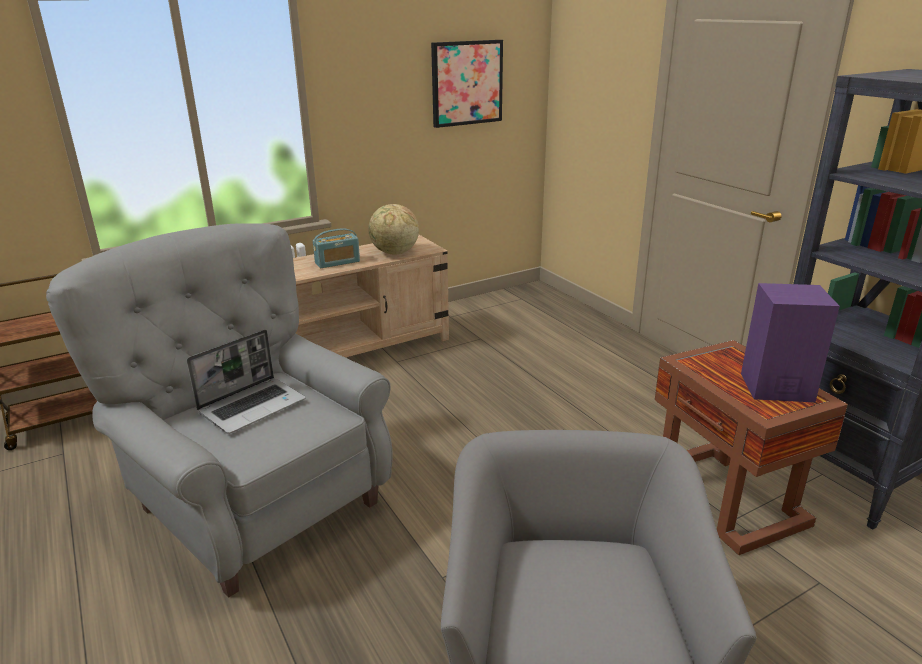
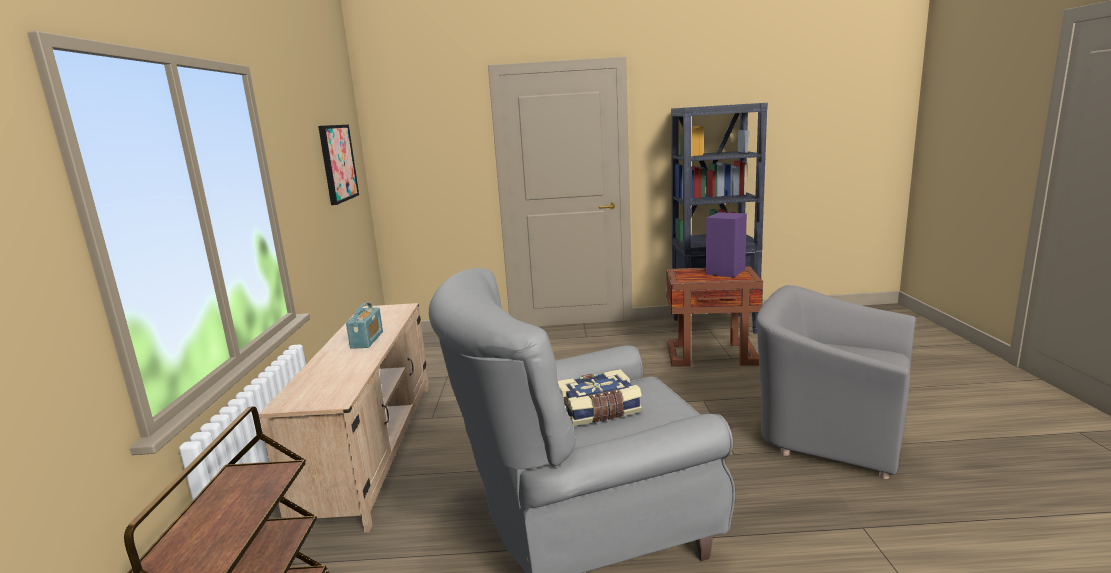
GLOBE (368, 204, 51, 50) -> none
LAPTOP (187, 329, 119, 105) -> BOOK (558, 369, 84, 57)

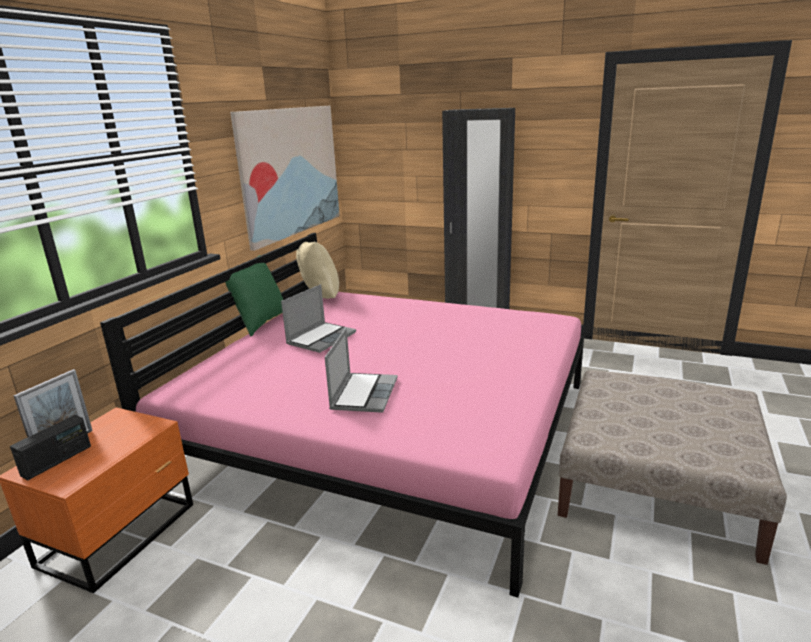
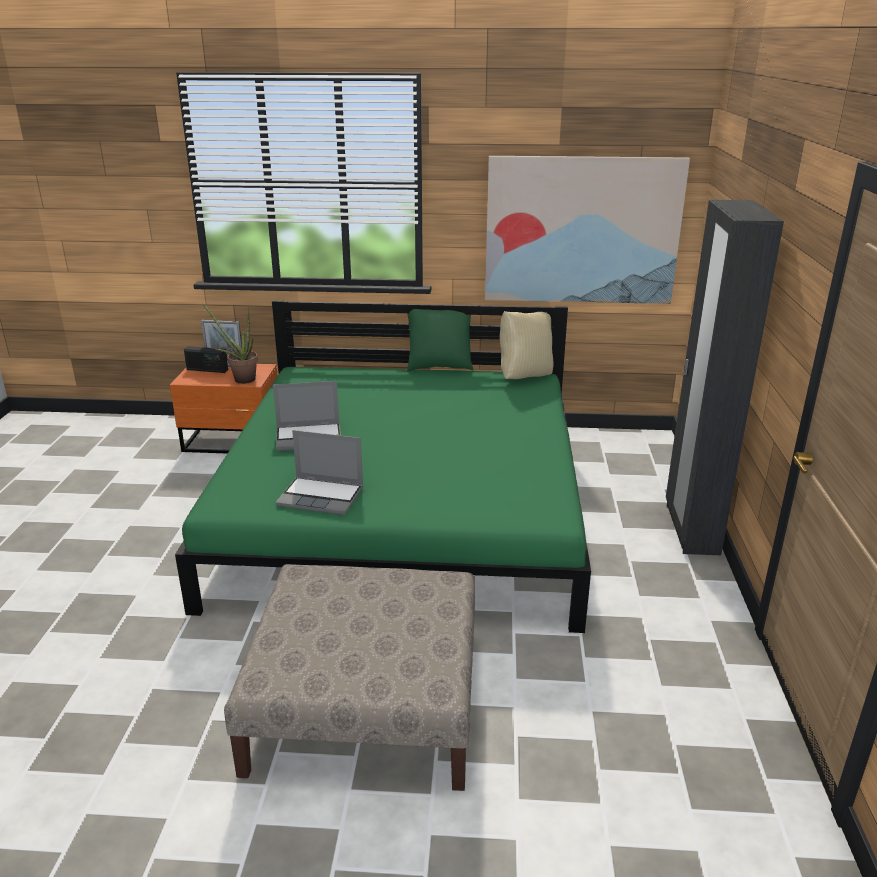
PINK BED (100, 233, 484, 365) -> GREEN BED (175, 300, 416, 333)
LAPTOP (281, 284, 75, 69) -> LAPTOP (275, 430, 88, 85), shifted
none -> POTTED PLANT (203, 304, 55, 80)

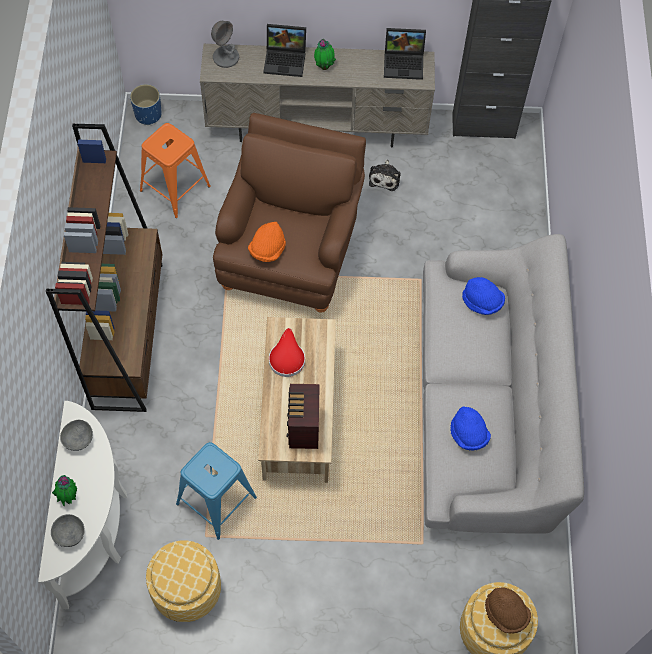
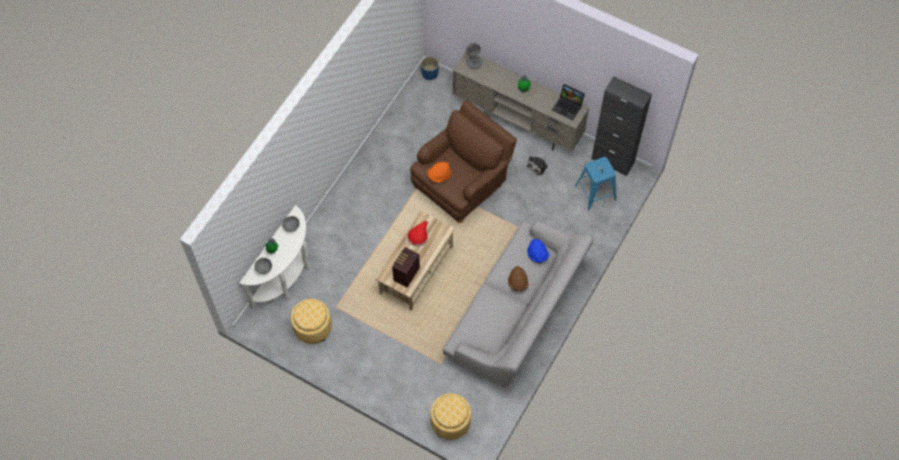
LAPTOP (263, 24, 43, 53) -> none
ORANGE STOOL (140, 123, 71, 95) -> none
BROWN BOOKCASE (46, 124, 117, 288) -> none
BLUE HAT (451, 406, 40, 45) -> none
BLUE STOOL (176, 442, 81, 98) -> BLUE STOOL (575, 157, 41, 53), shifted
BROWN HAT (485, 588, 46, 45) -> BROWN HAT (508, 266, 21, 25), shifted

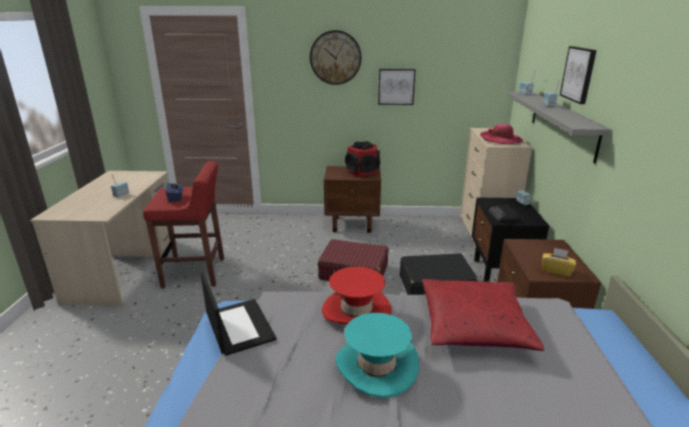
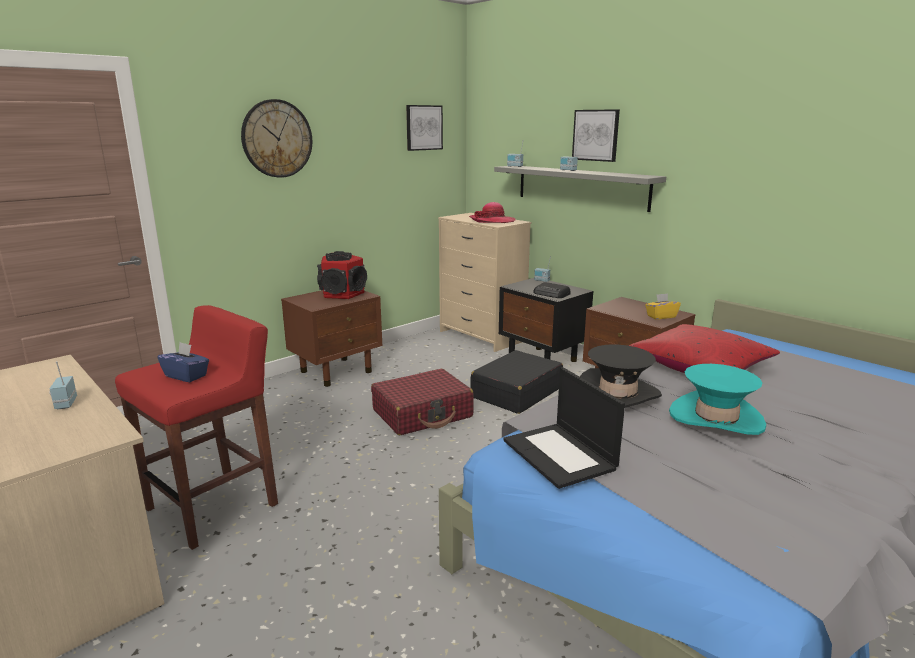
PICTURE (378, 69, 38, 36) -> PICTURE (406, 105, 37, 46), shifted
RED HAT (322, 267, 70, 58) -> BLACK HAT (580, 344, 82, 64)
LAPTOP (200, 271, 76, 85) -> LAPTOP (504, 367, 121, 122), 135 degrees counterclockwise

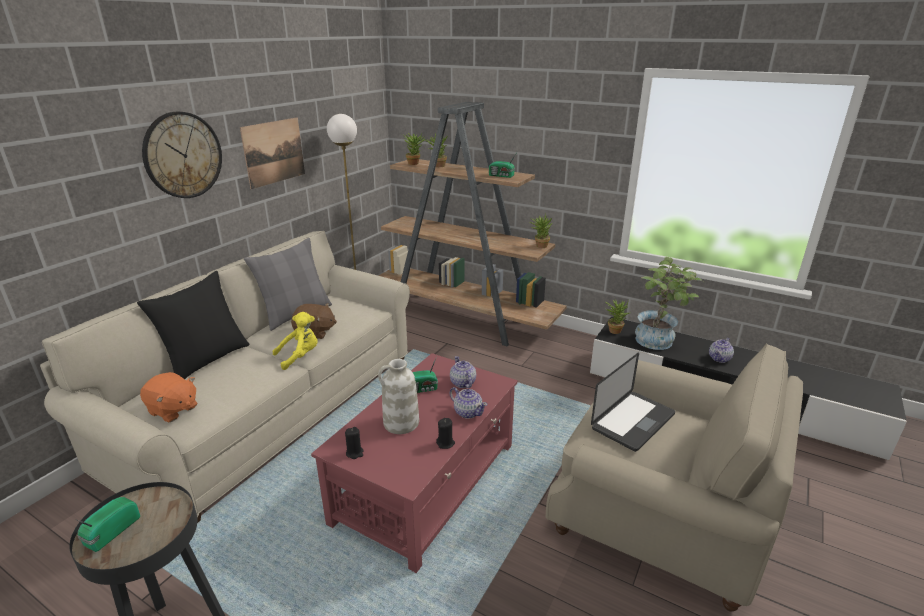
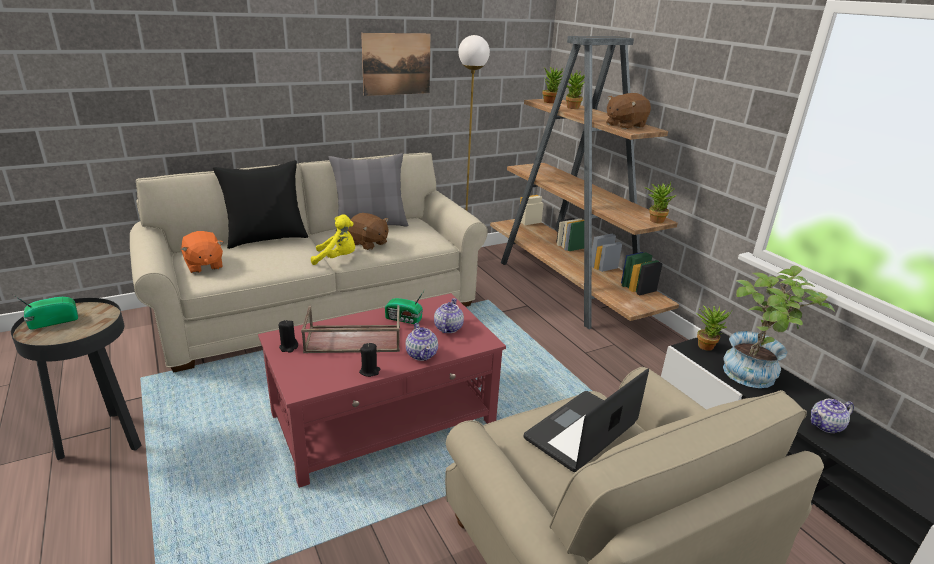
WALL CLOCK (142, 111, 80, 87) -> none
RADIO (489, 152, 28, 26) -> BROWN PLUSH TOY (606, 93, 45, 36)
LAPTOP (591, 353, 84, 99) -> LAPTOP (524, 369, 125, 103), 150 degrees clockwise
WHITE VASE (378, 359, 41, 75) -> BROWN TRAY (301, 305, 99, 48)

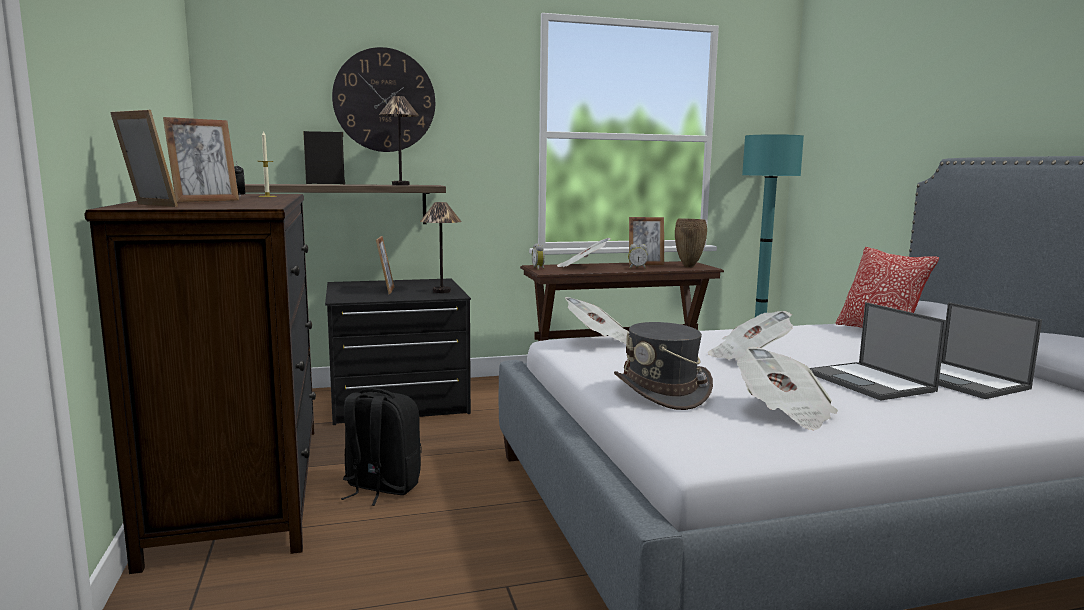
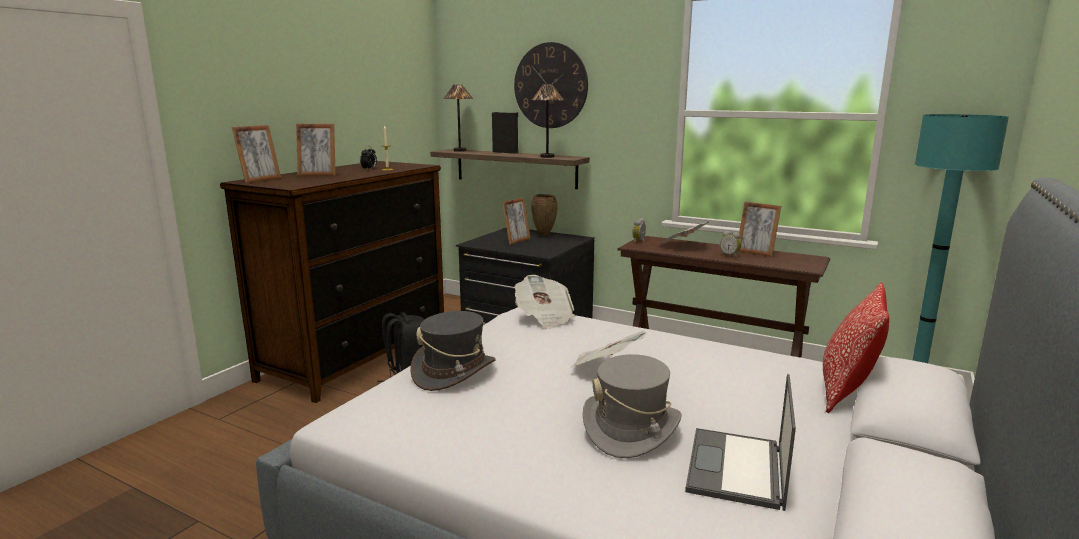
PICTURE FRAME (110, 110, 68, 97) -> PICTURE FRAME (232, 125, 49, 58), 45 degrees clockwise
TABLE LAMP (420, 202, 42, 91) -> TABLE LAMP (443, 85, 30, 67), shifted
BROWN VASE (675, 218, 32, 49) -> BROWN VASE (531, 194, 27, 42), shifted
LAPTOP (810, 302, 137, 99) -> GREY HAT (583, 354, 99, 104)
NEWSPAPER (737, 347, 101, 84) -> none

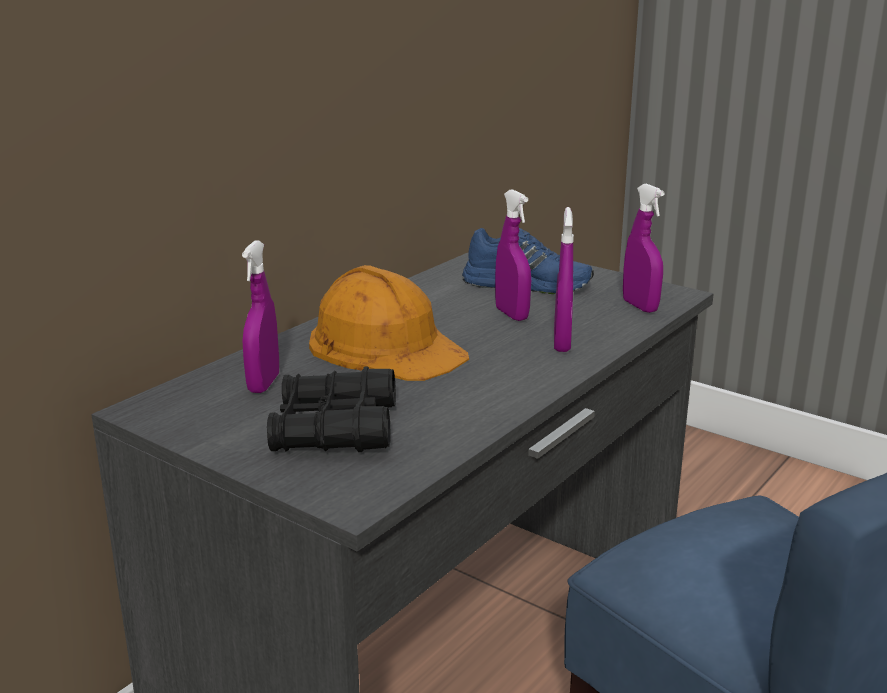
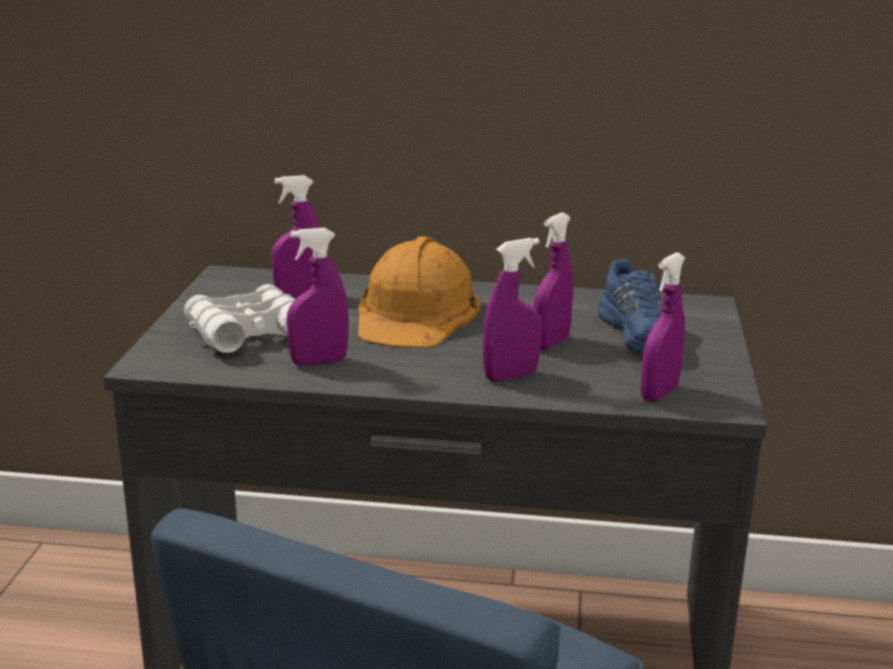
BLACK BINOCULARS (267, 367, 129, 85) -> WHITE BINOCULARS (184, 284, 112, 69)
none -> PURPLE SPRAY BOTTLE (286, 228, 63, 138)

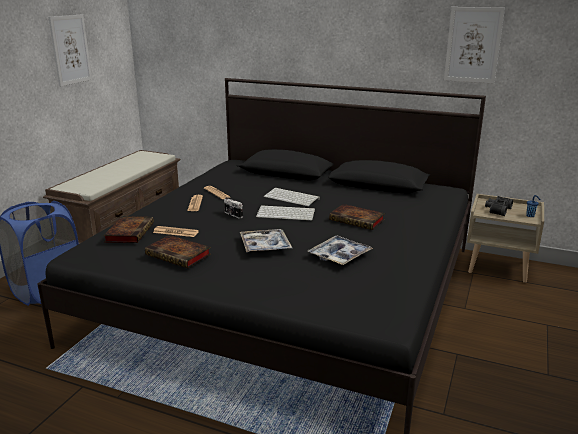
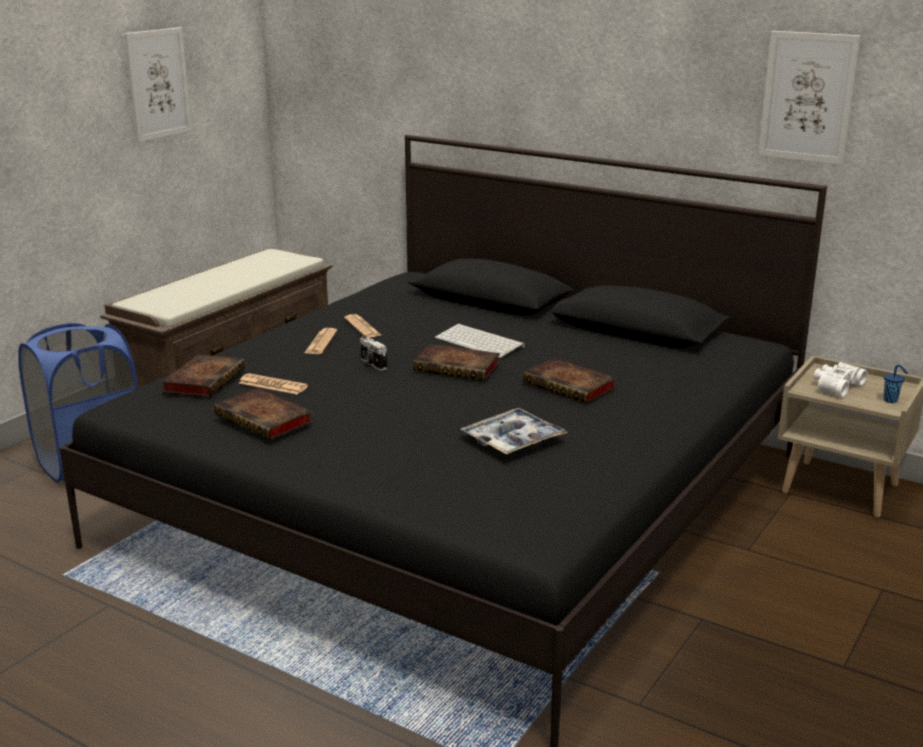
BLACK BINOCULARS (485, 196, 28, 20) -> WHITE BINOCULARS (814, 362, 54, 36)
KEYBOARD (256, 205, 59, 15) -> BOOK (413, 344, 87, 37)
TRAY (240, 229, 52, 23) -> none

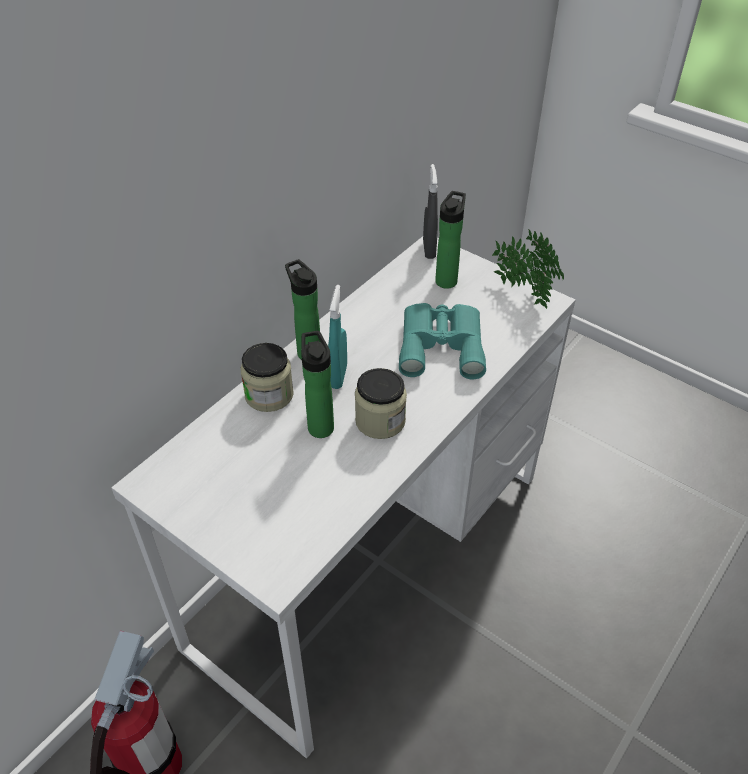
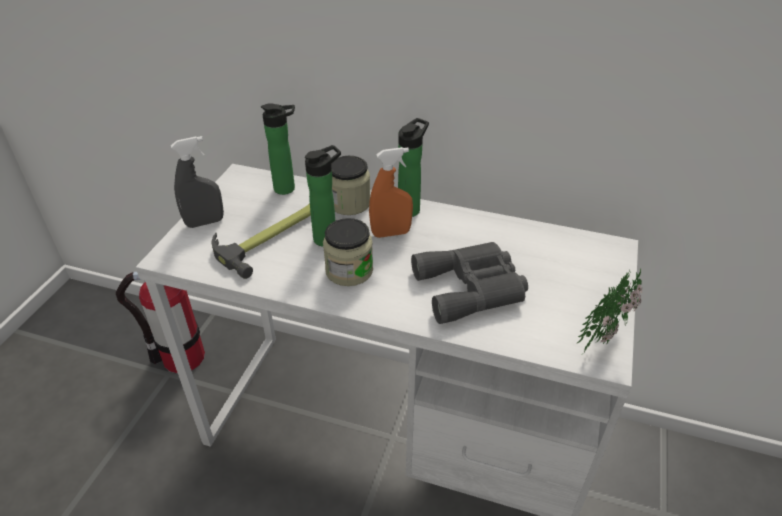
GREY SPRAY BOTTLE (423, 164, 15, 95) -> GREY SPRAY BOTTLE (171, 136, 53, 92), shifted
BOTTLE (435, 191, 31, 98) -> BOTTLE (261, 103, 34, 92), shifted
TURQUOISE SPRAY BOTTLE (328, 285, 19, 104) -> ORANGE SPRAY BOTTLE (369, 147, 44, 91)
TURQUOISE BINOCULARS (399, 303, 87, 76) -> GREY BINOCULARS (411, 242, 117, 82)
none -> HAMMER (212, 203, 99, 76)

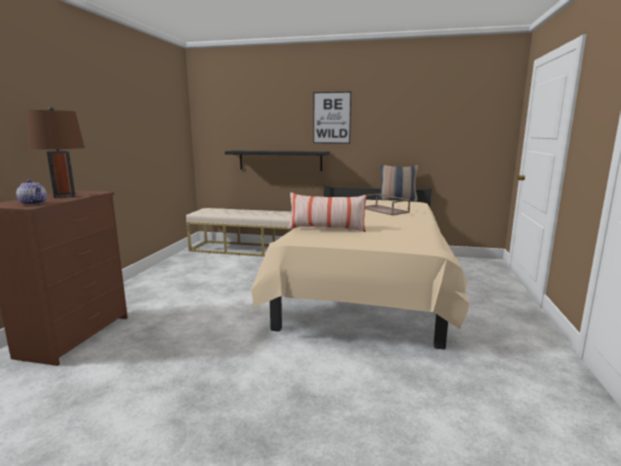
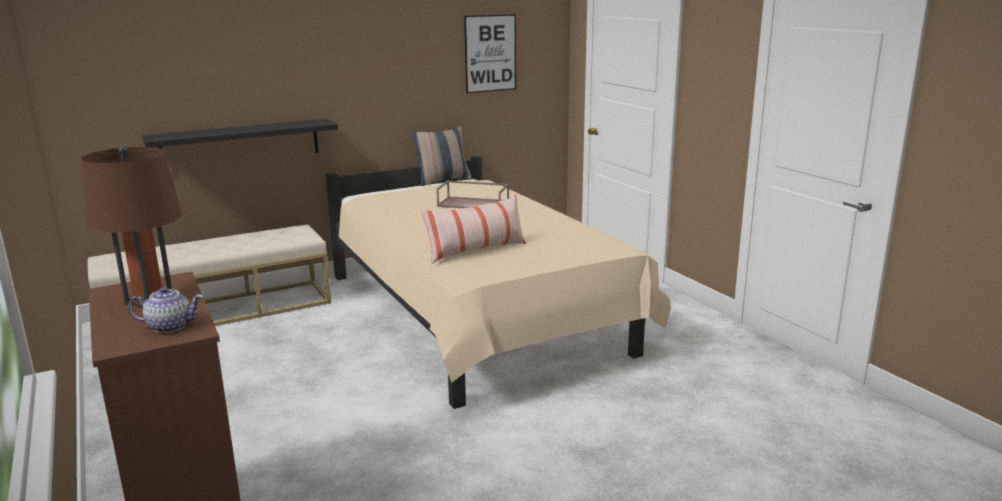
PICTURE (313, 92, 38, 52) -> PICTURE (464, 14, 52, 79), shifted

